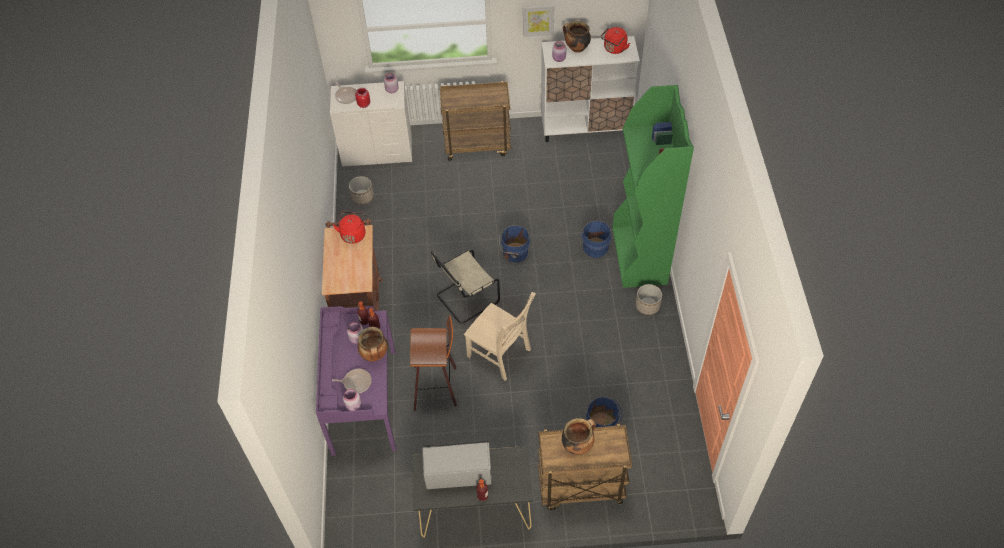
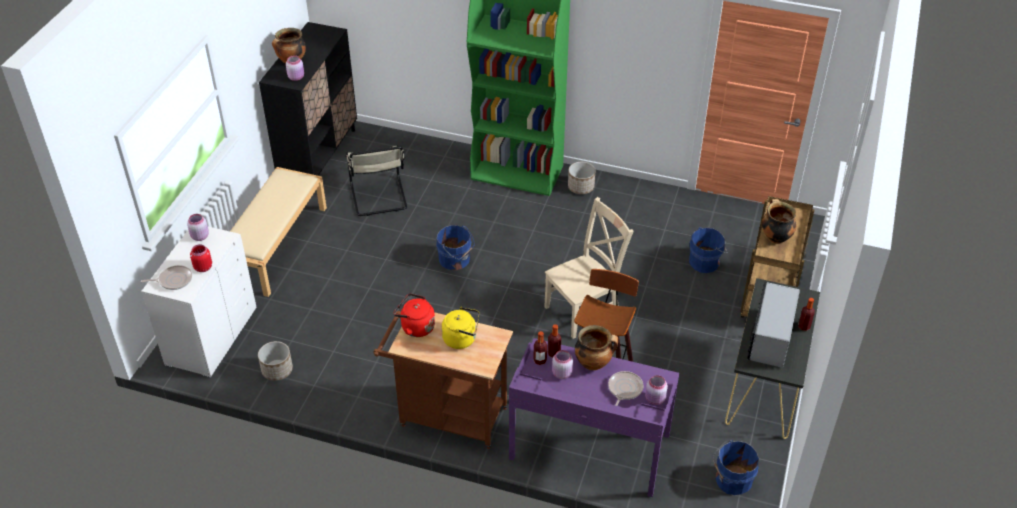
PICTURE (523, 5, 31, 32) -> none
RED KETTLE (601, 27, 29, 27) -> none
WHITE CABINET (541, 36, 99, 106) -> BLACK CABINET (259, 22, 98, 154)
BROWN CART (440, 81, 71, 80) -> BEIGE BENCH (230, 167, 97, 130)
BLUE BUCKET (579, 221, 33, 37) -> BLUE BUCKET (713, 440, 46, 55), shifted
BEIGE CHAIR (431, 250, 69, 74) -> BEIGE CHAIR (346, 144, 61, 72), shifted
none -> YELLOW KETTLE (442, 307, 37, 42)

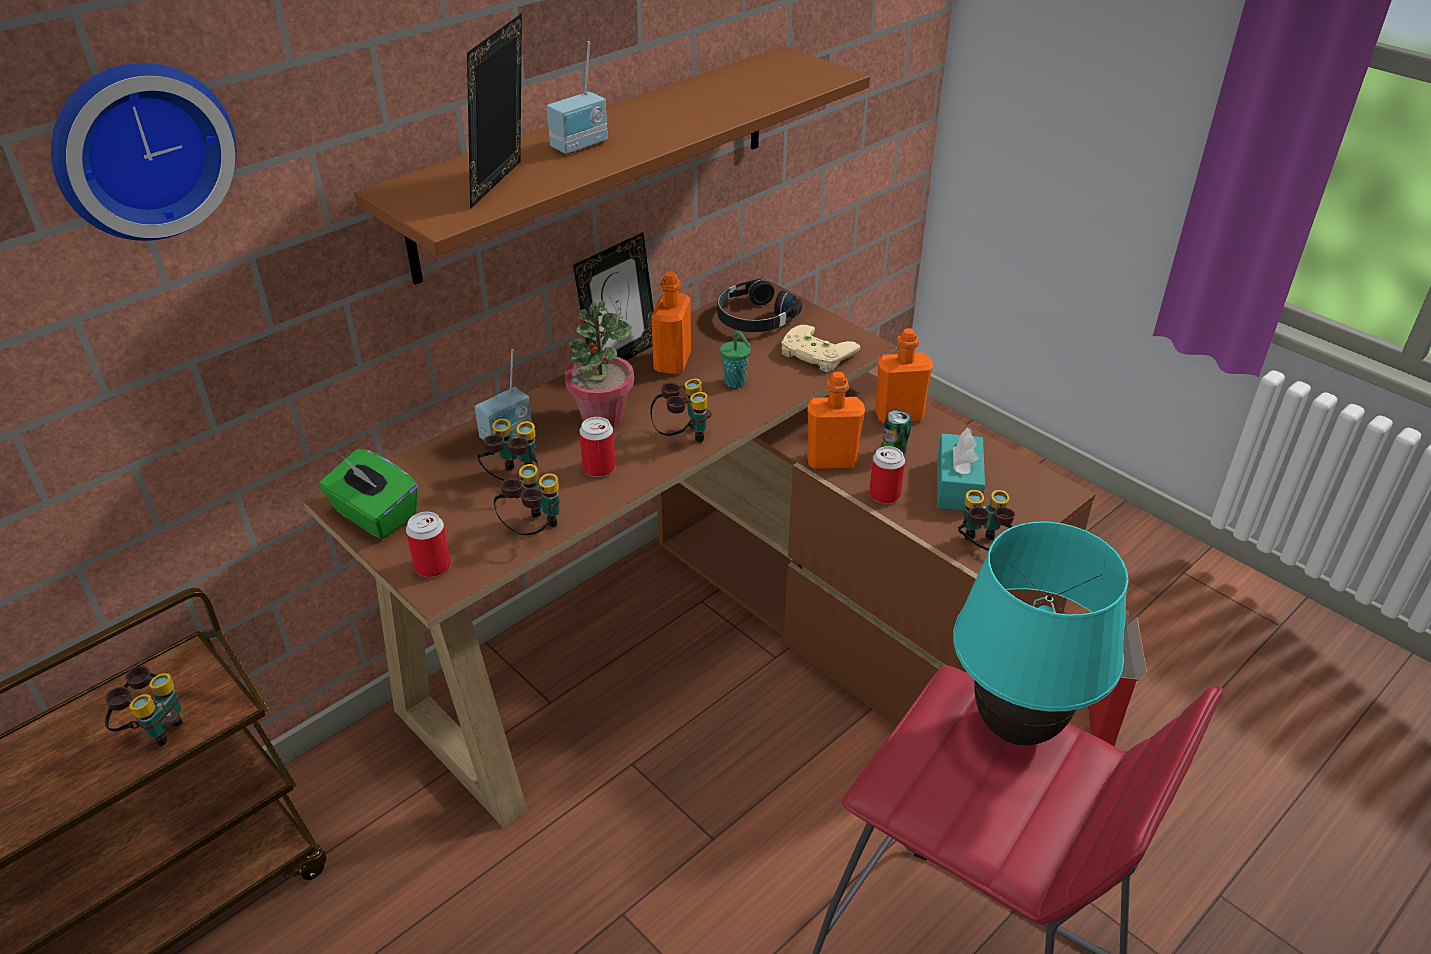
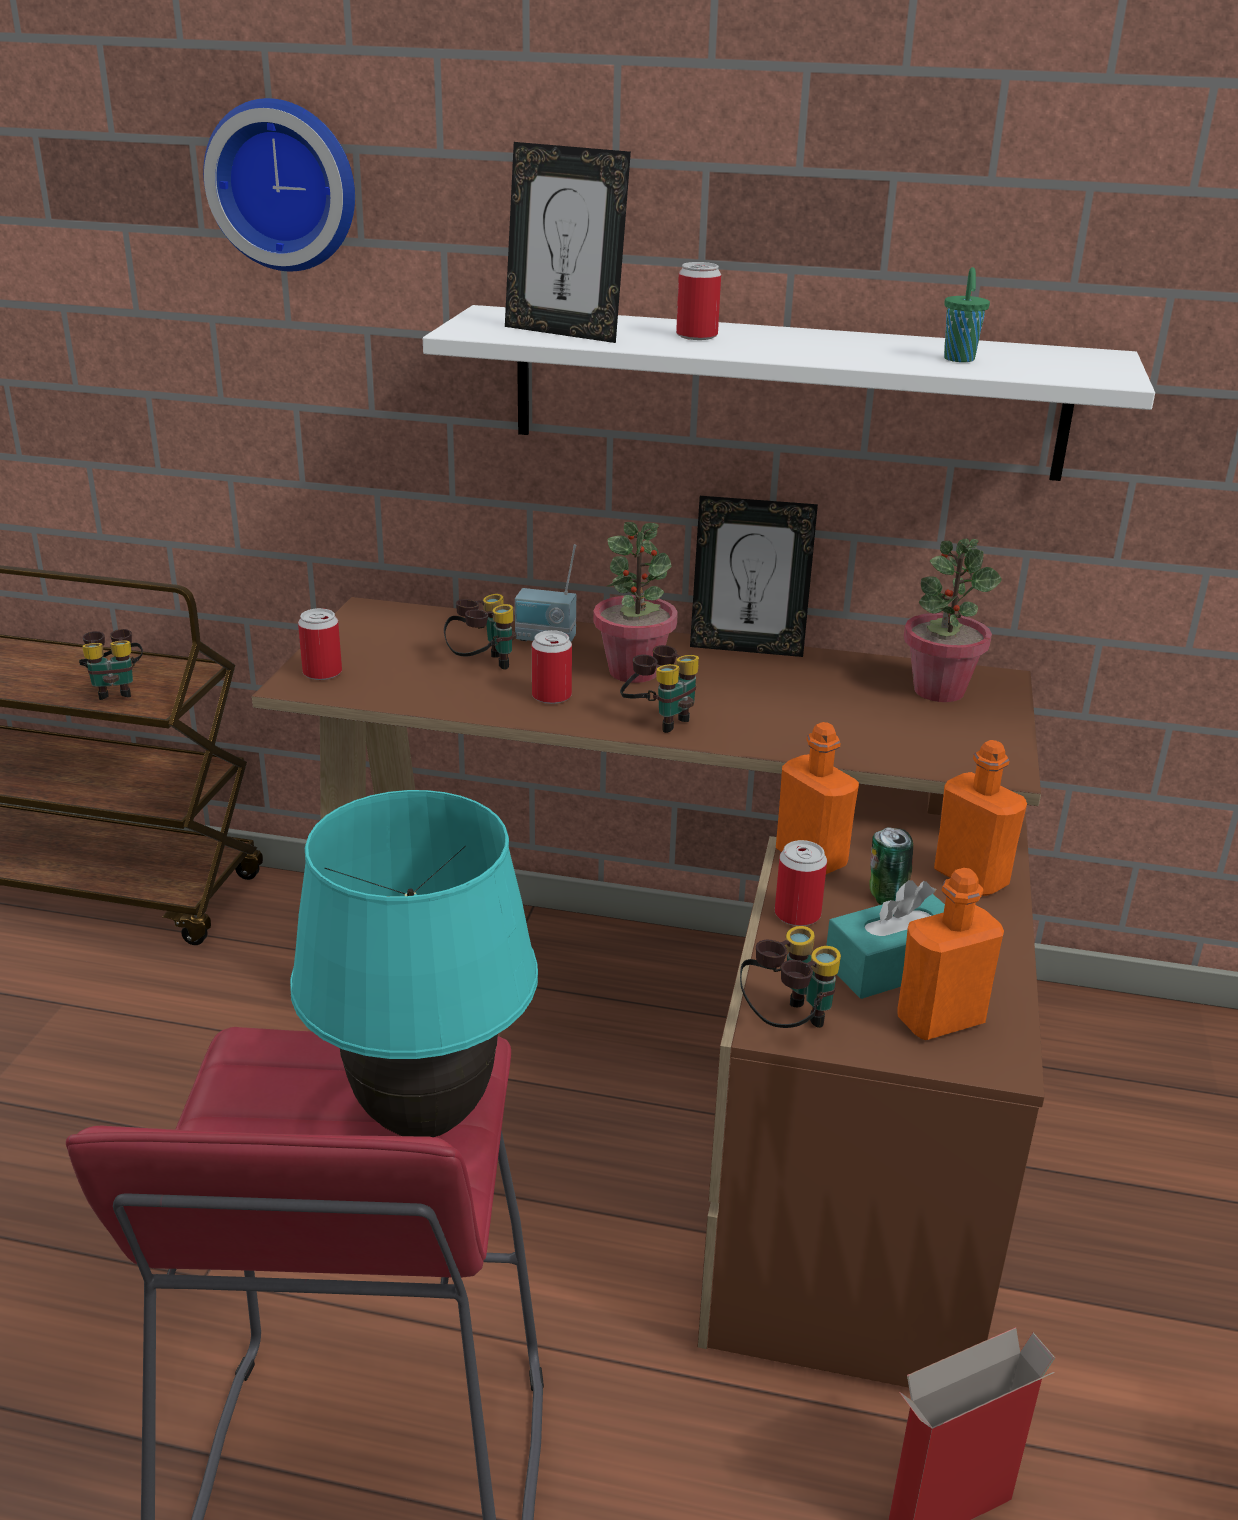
PICTURE FRAME (467, 13, 55, 196) -> PICTURE FRAME (505, 142, 126, 201), 135 degrees counterclockwise
RADIO (547, 41, 61, 113) -> CAN (676, 262, 45, 78)
BROWN SHELF (354, 46, 516, 239) -> WHITE SHELF (423, 305, 732, 176)
ORANGE BOTTLE (651, 271, 40, 103) -> ORANGE BOTTLE (897, 868, 107, 172), shifted
BLACK HEADPHONES (717, 279, 85, 53) -> POTTED PLANT (904, 539, 98, 163)
BEIGE GAME CONTROLLER (781, 325, 79, 47) -> none
GREEN CUP (720, 331, 30, 57) -> GREEN CUP (944, 267, 46, 95), shifted
GREEN TISSUE BOX (319, 449, 100, 90) -> none
BINOCULARS (494, 464, 66, 71) -> none

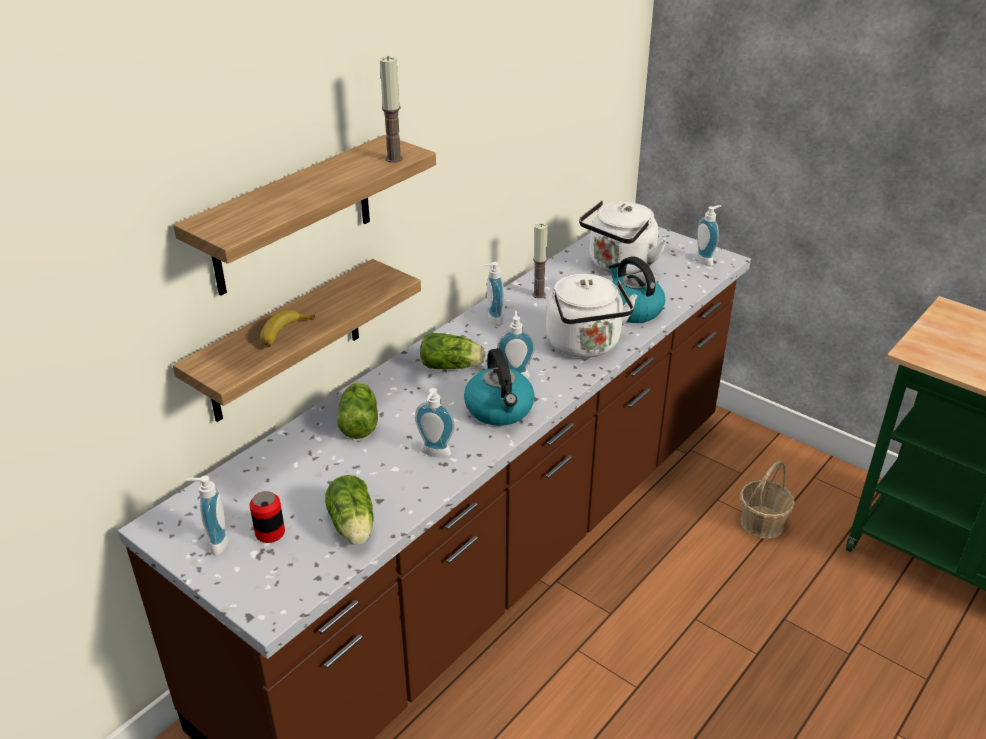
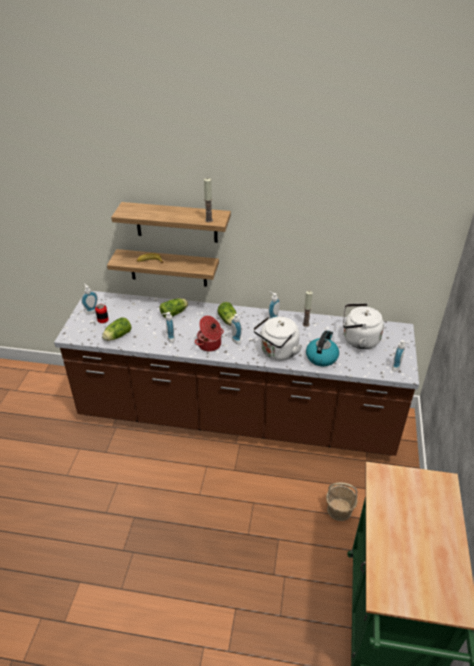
KETTLE (464, 348, 71, 78) -> COOKING POT (195, 316, 29, 36)

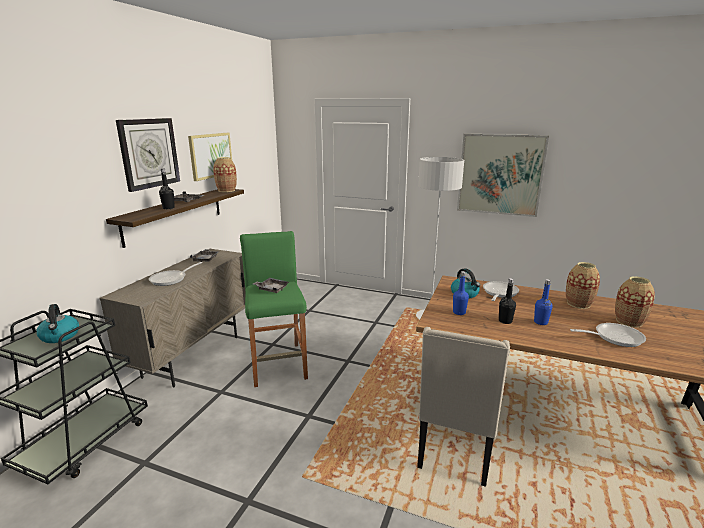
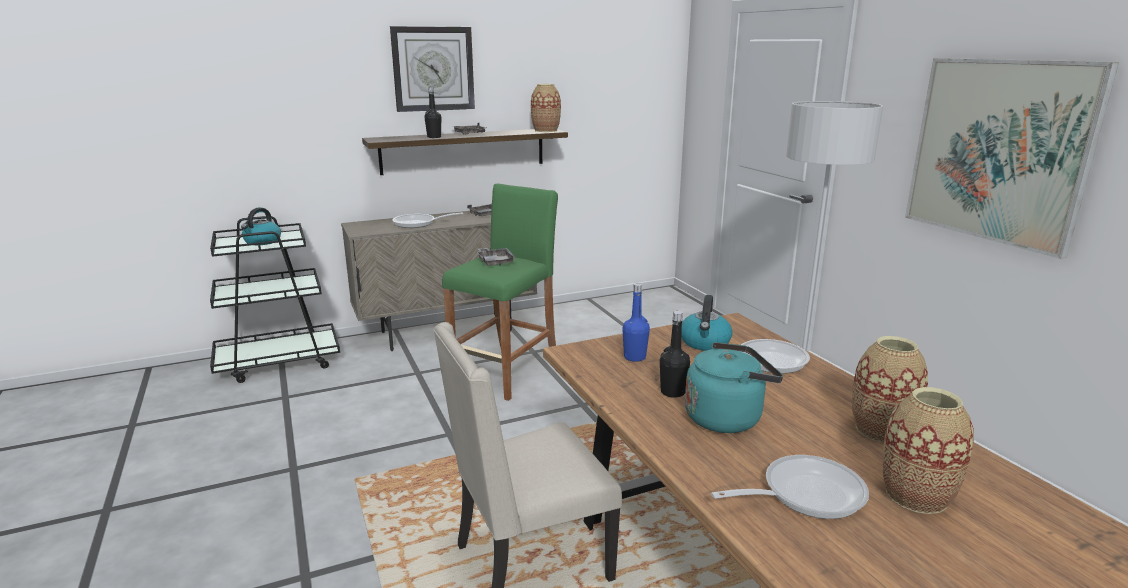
PICTURE (188, 133, 44, 48) -> none
BLUE BOTTLE (534, 279, 19, 46) -> TURQUOISE KETTLE (685, 342, 98, 91)
FRYING PAN (570, 323, 76, 24) -> FRYING PAN (711, 455, 158, 64), 60 degrees counterclockwise

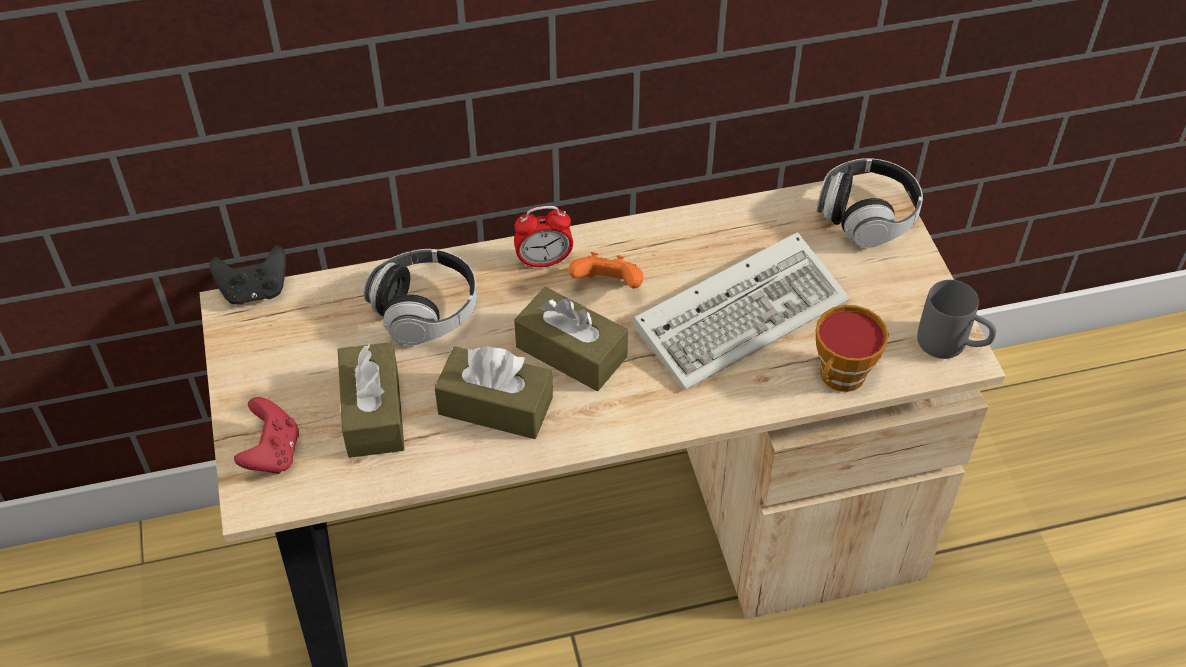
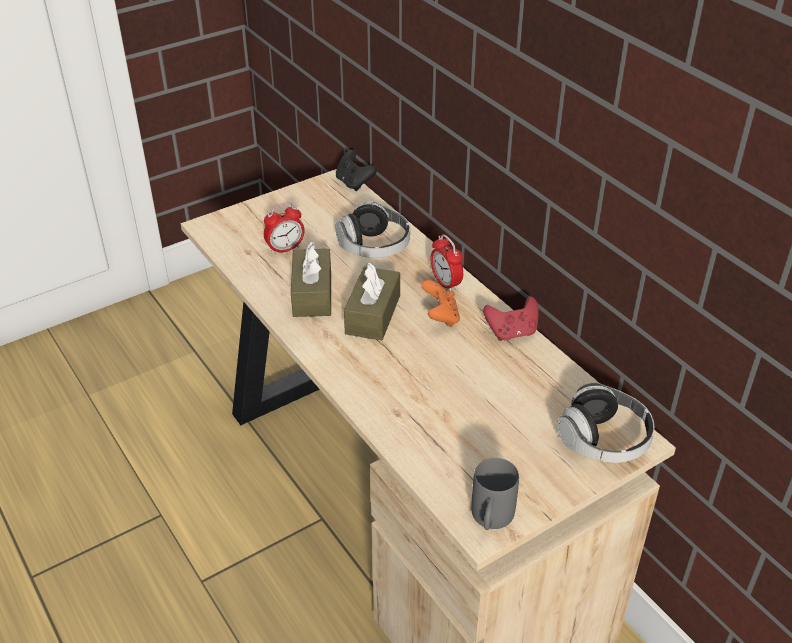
KEYBOARD (633, 232, 217, 158) -> none
CUP (816, 305, 73, 87) -> none
BROWN TISSUE BOX (338, 342, 67, 116) -> ALARM CLOCK (264, 202, 41, 53)
RED GAME CONTROLLER (234, 397, 65, 77) -> RED GAME CONTROLLER (483, 296, 56, 45), shifted

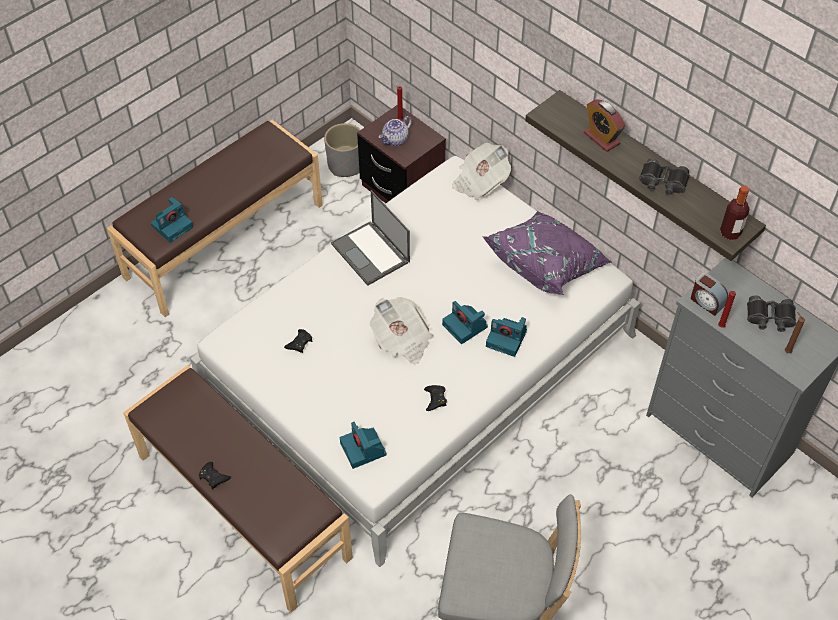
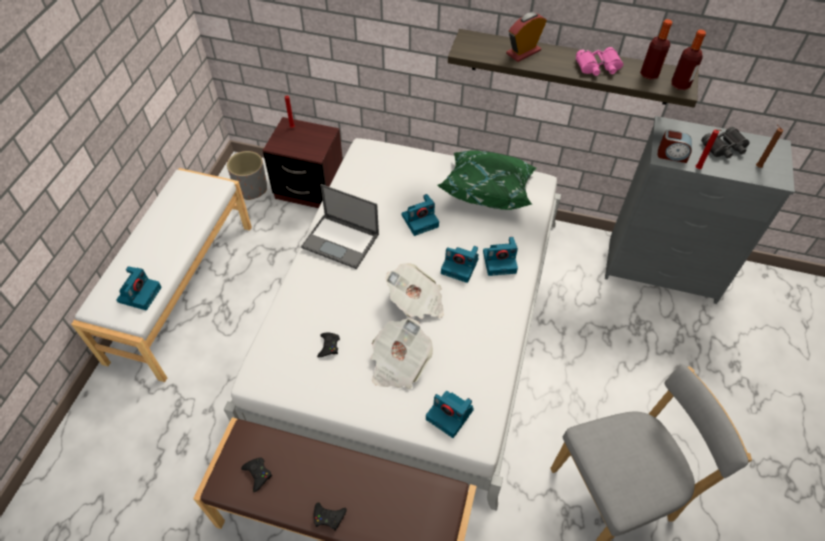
ALARM CLOCK (584, 100, 41, 52) -> ALARM CLOCK (506, 12, 41, 50), 120 degrees clockwise
TEAPOT (379, 116, 33, 30) -> none
BROWN BENCH (107, 120, 216, 197) -> WHITE BENCH (71, 168, 181, 214)
NEWSPAPER (452, 143, 59, 57) -> NEWSPAPER (371, 318, 62, 71), shifted
BLACK BINOCULARS (639, 158, 51, 37) -> PINK BINOCULARS (576, 47, 47, 29)
PURPLE PILLOW (482, 211, 130, 84) -> GREEN PILLOW (438, 150, 99, 60)
BLACK GAME CONTROLLER (424, 385, 23, 26) -> BLACK GAME CONTROLLER (241, 457, 31, 35), shifted
none -> BOTTLE (640, 19, 32, 61)
none -> PHOTO CAMERA (402, 194, 37, 42)

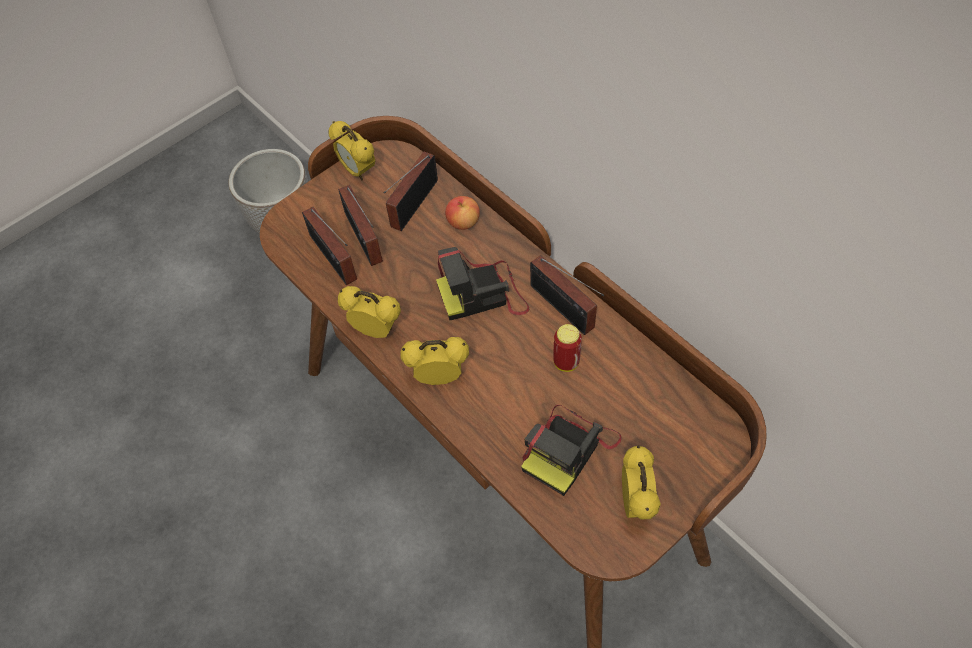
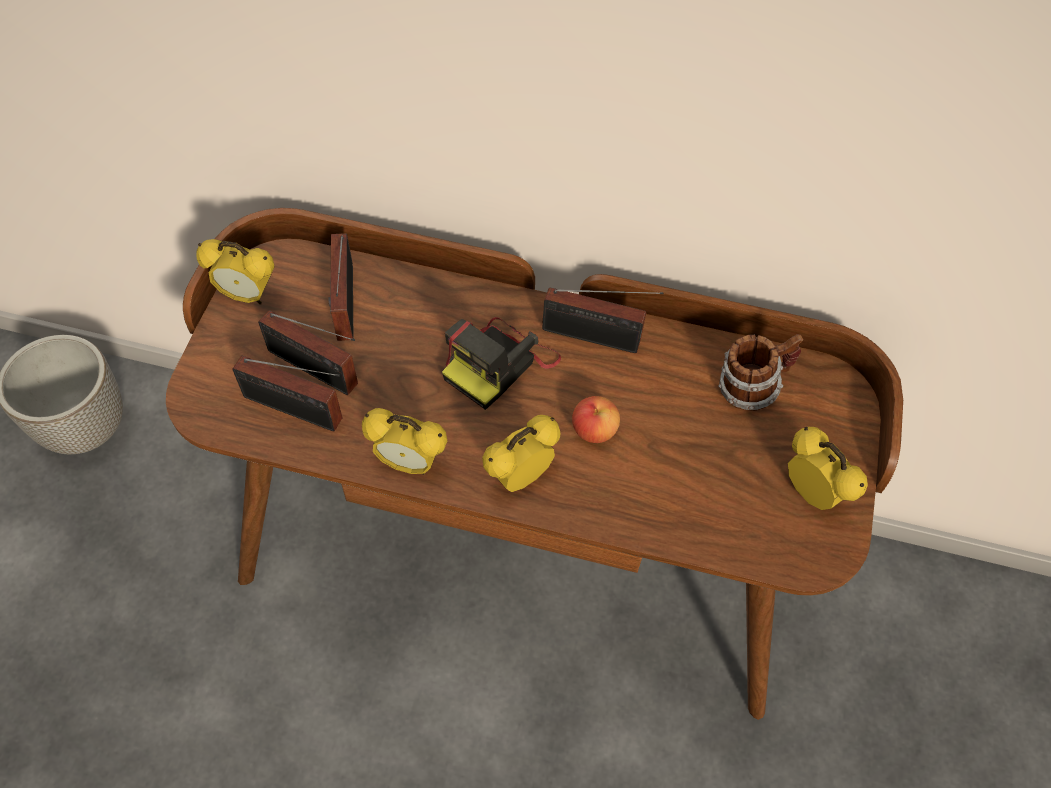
APPLE (445, 196, 35, 34) -> APPLE (572, 396, 48, 47), shifted
ALARM CLOCK (338, 286, 63, 52) -> ALARM CLOCK (362, 408, 85, 67), 150 degrees counterclockwise
CAN (553, 324, 29, 48) -> none
PHOTO CAMERA (521, 405, 101, 91) -> none
none -> MUG (718, 334, 85, 77)

